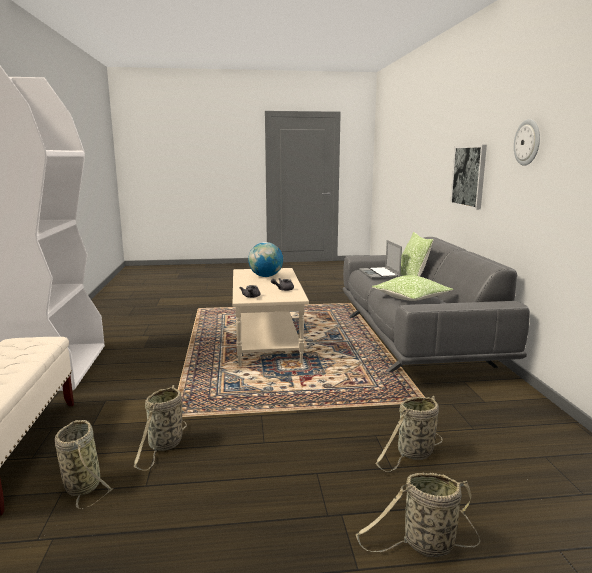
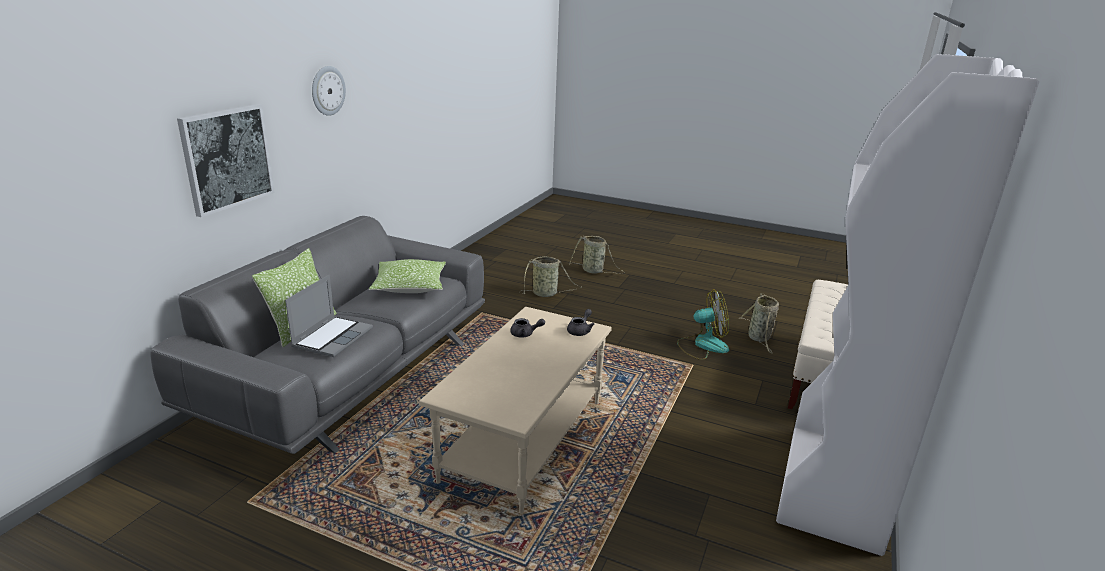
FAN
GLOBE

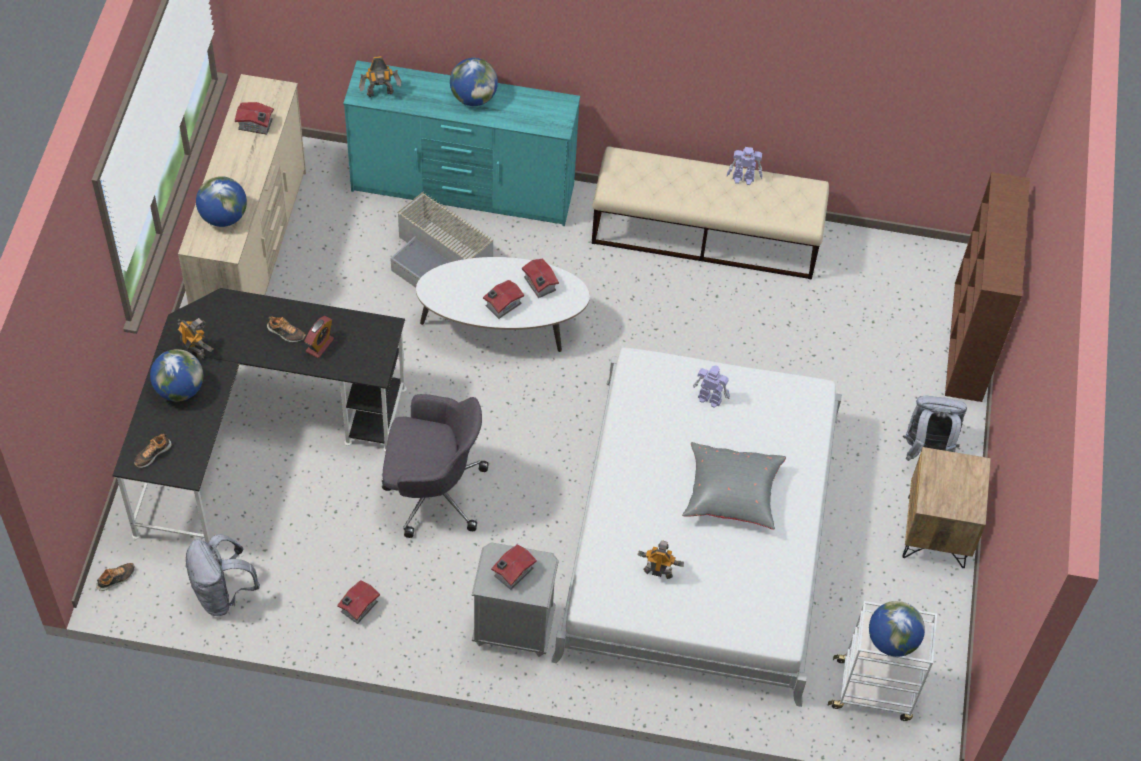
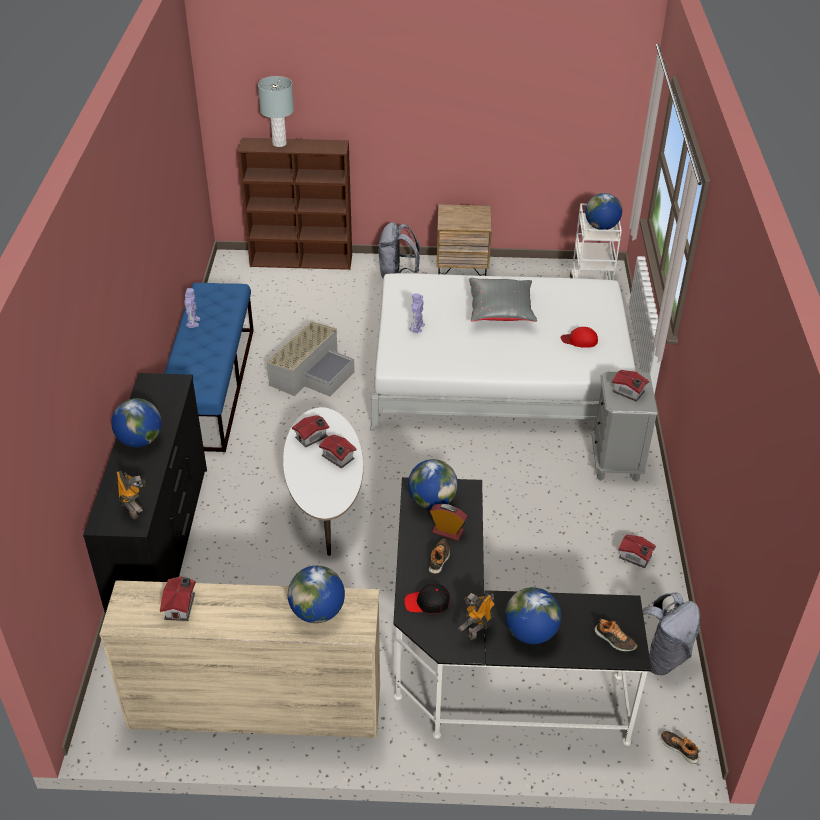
BLACK DRESSER
GREY OFFICE CHAIR
GREY STORAGE BOX
BLUE BENCH
RED CAP
GREY TABLE LAMP
BLACK CAP
GLOBE (no. 3 from left)

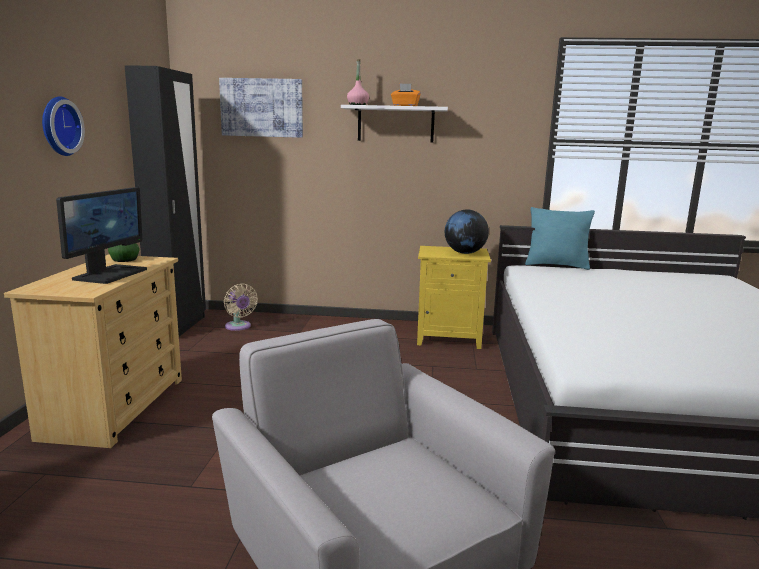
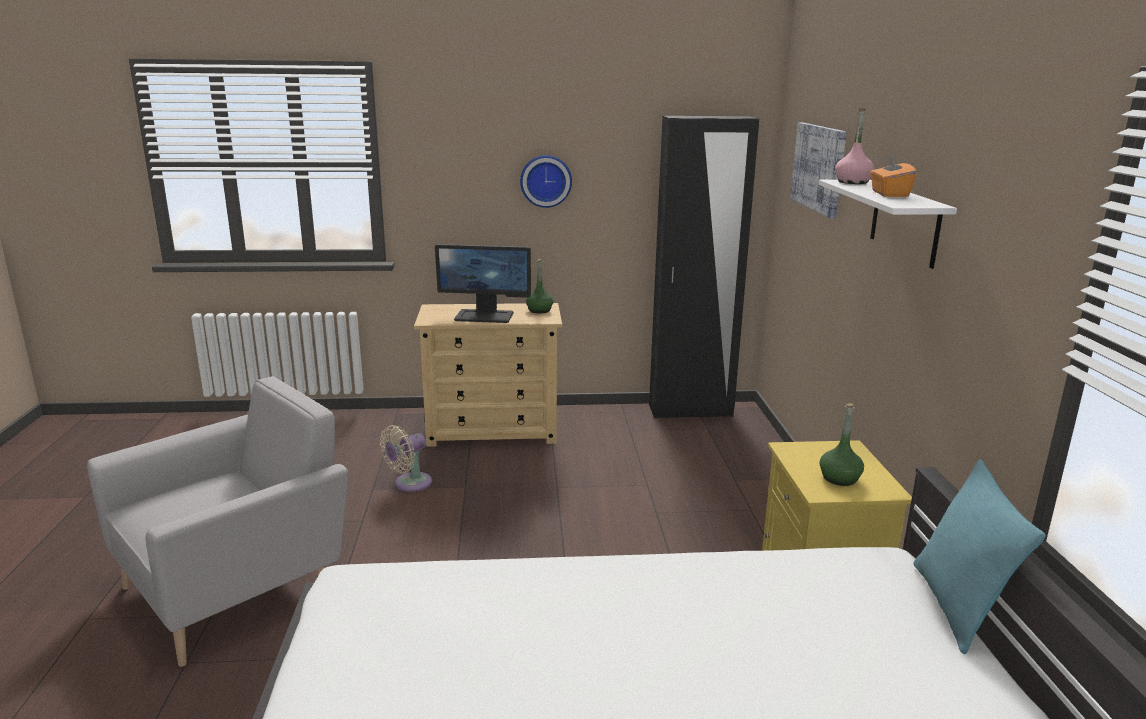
BEIGE FAN
GREEN BOTTLE (no. 2 from left)

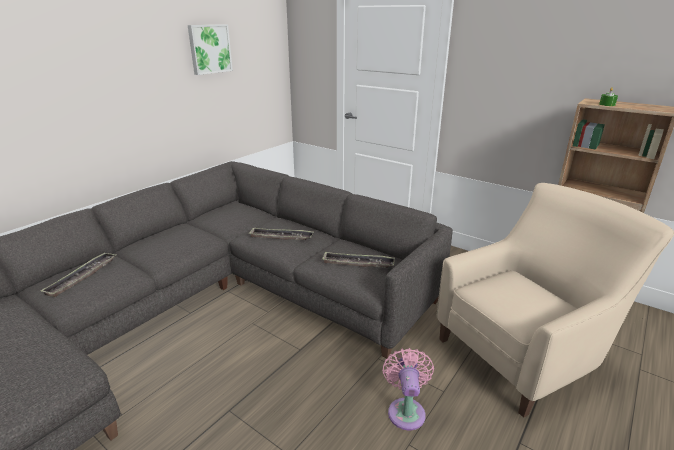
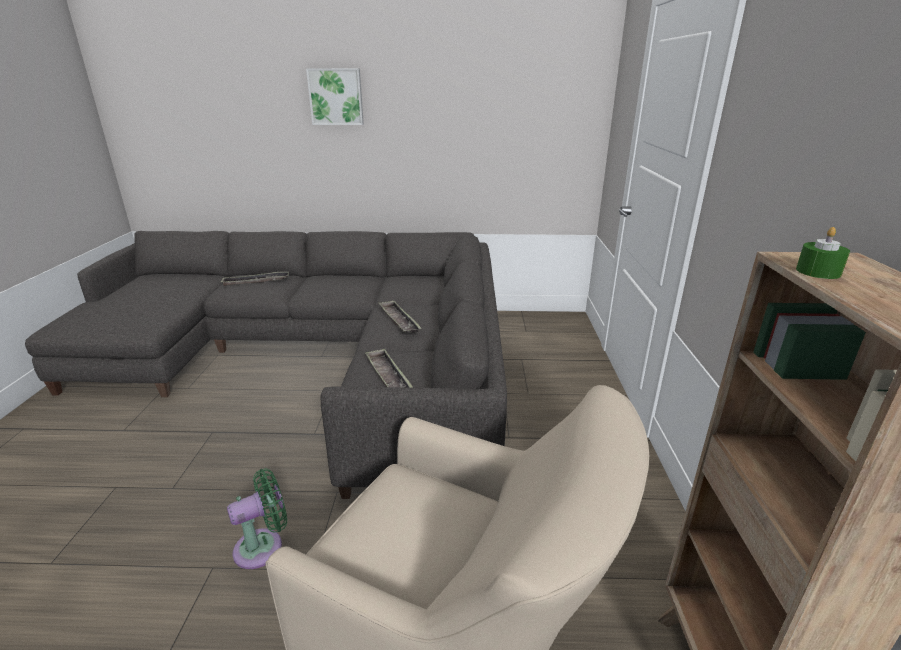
PICTURE
GREEN FAN

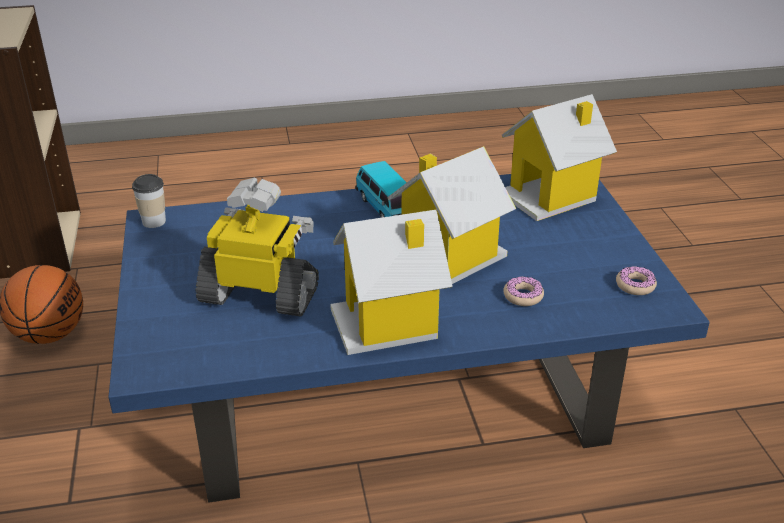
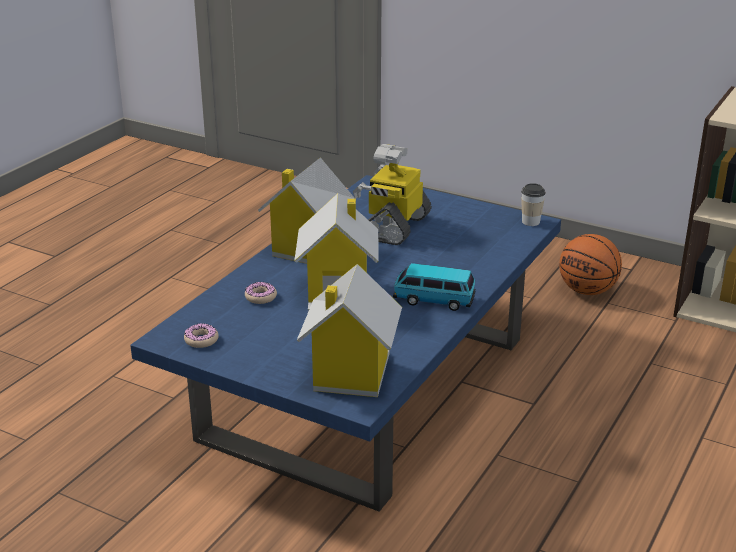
TOY ROBOT

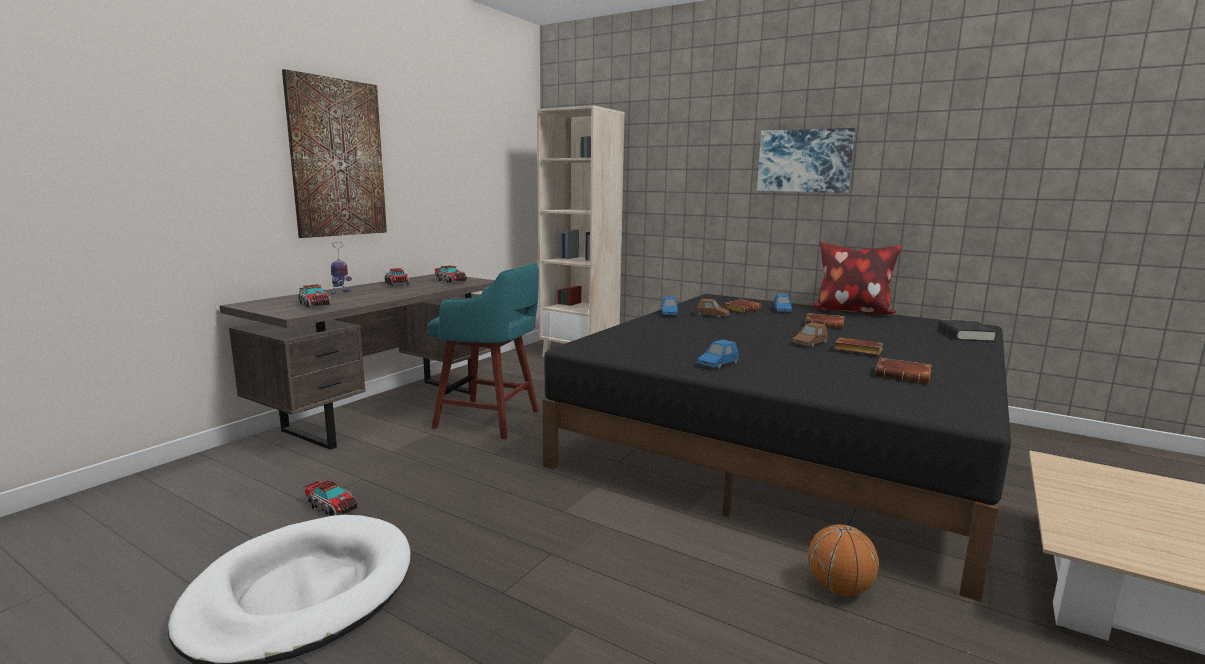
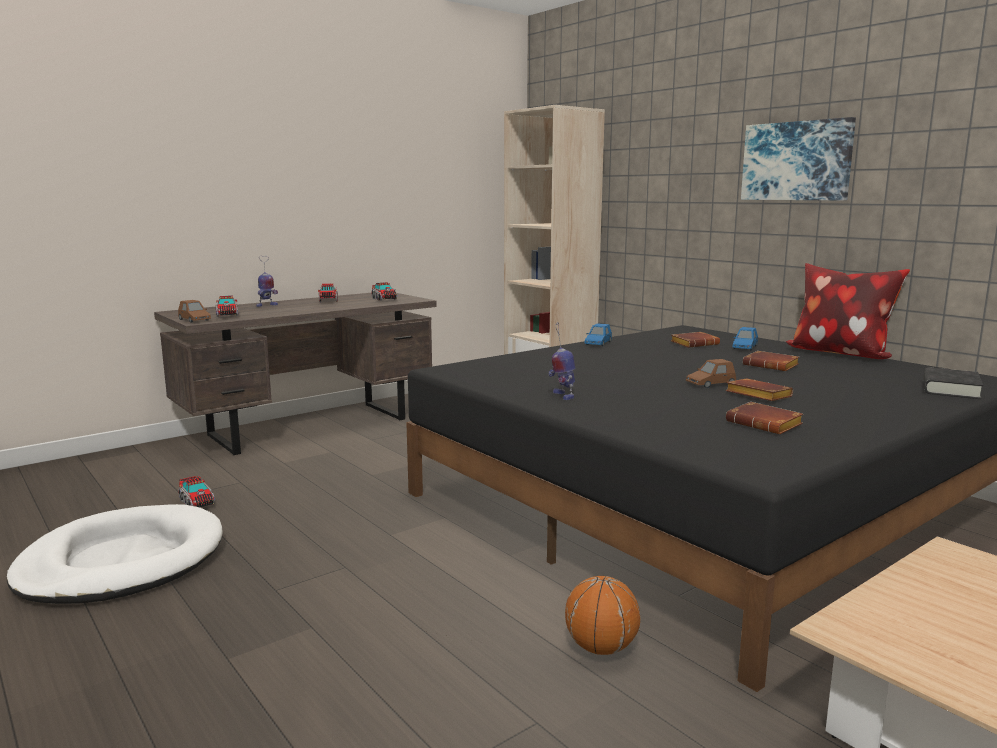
PICTURE (no. 1 from left in the first image)
TURQUOISE STOOL
BROWN TOY CAR (no. 1 from left)
TOY ROBOT (no. 2 from left)

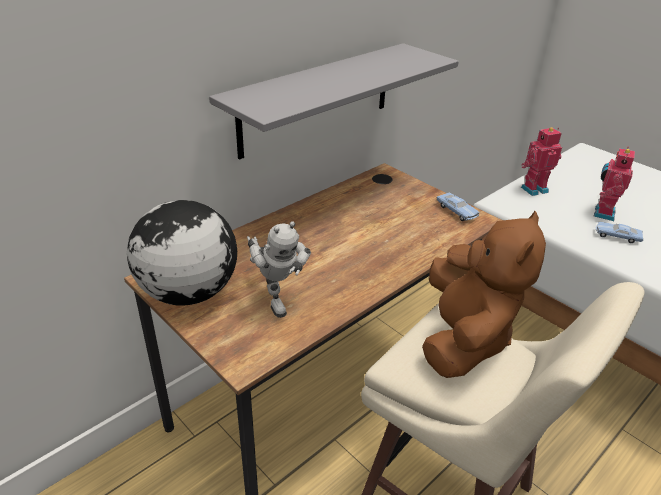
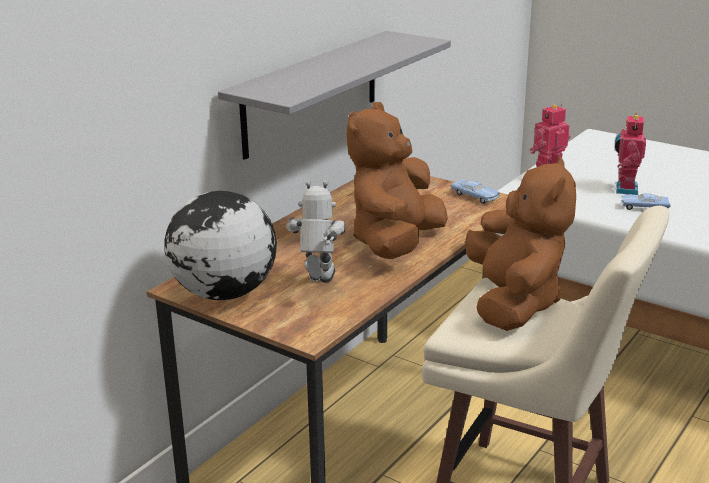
TOY ROBOT (no. 1 from left)
BROWN PLUSH TOY (no. 1 from left)

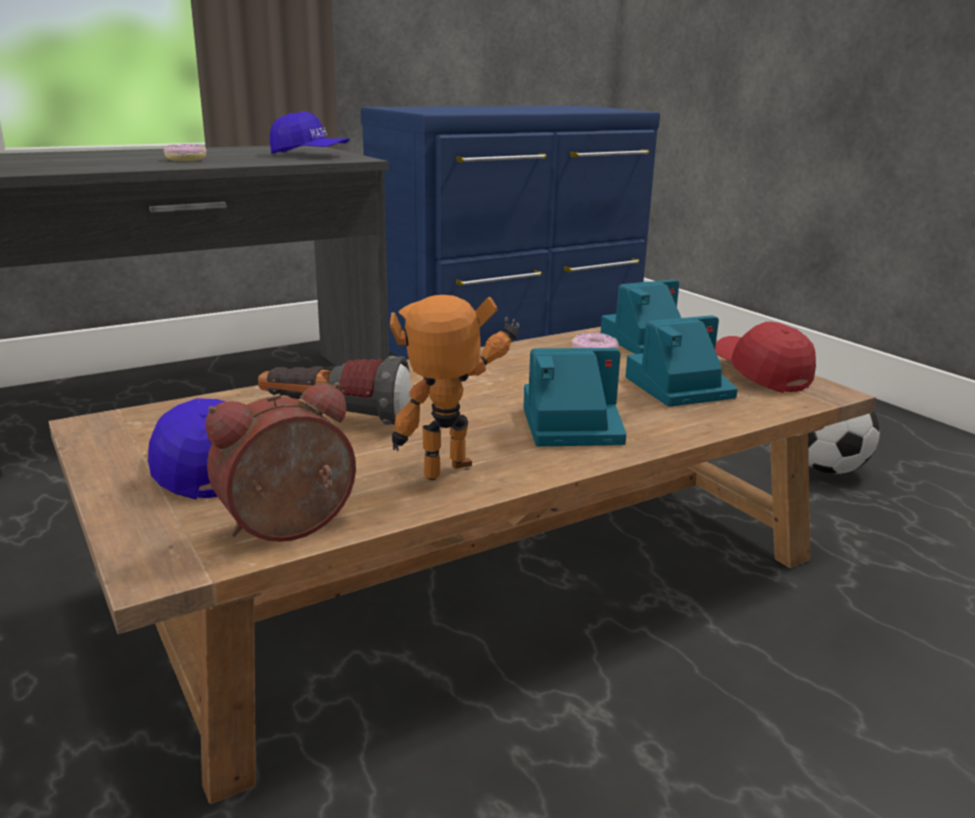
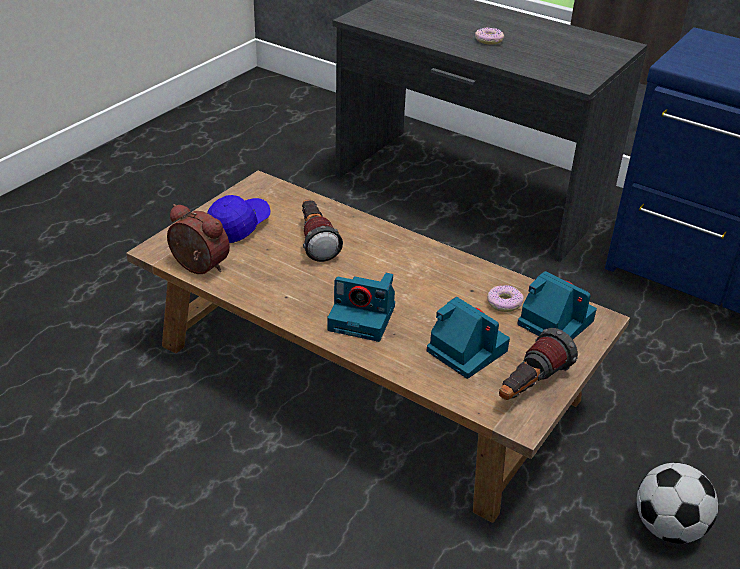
BLUE CAP (no. 2 from left in the first image)
TOY ROBOT
PHOTO CAMERA (no. 1 from left)
FLASHLIGHT (no. 2 from left)

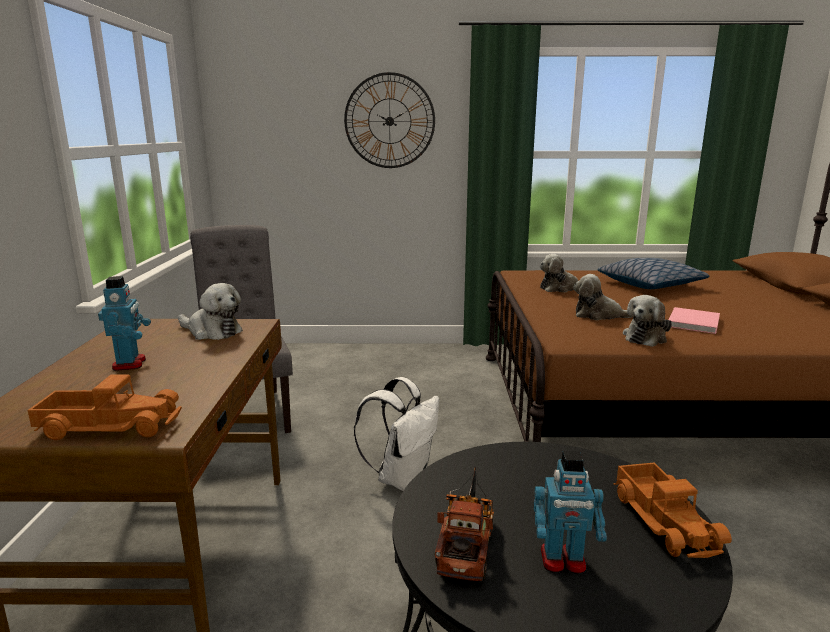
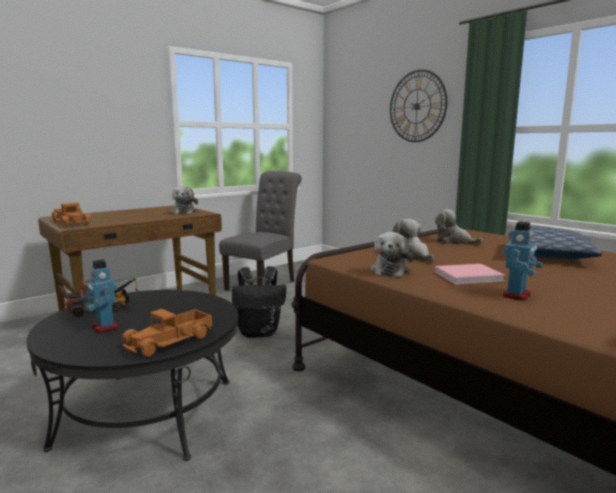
TOY ROBOT (no. 2 from left)
BLACK BACKPACK
PLUSH TOY (no. 2 from left)

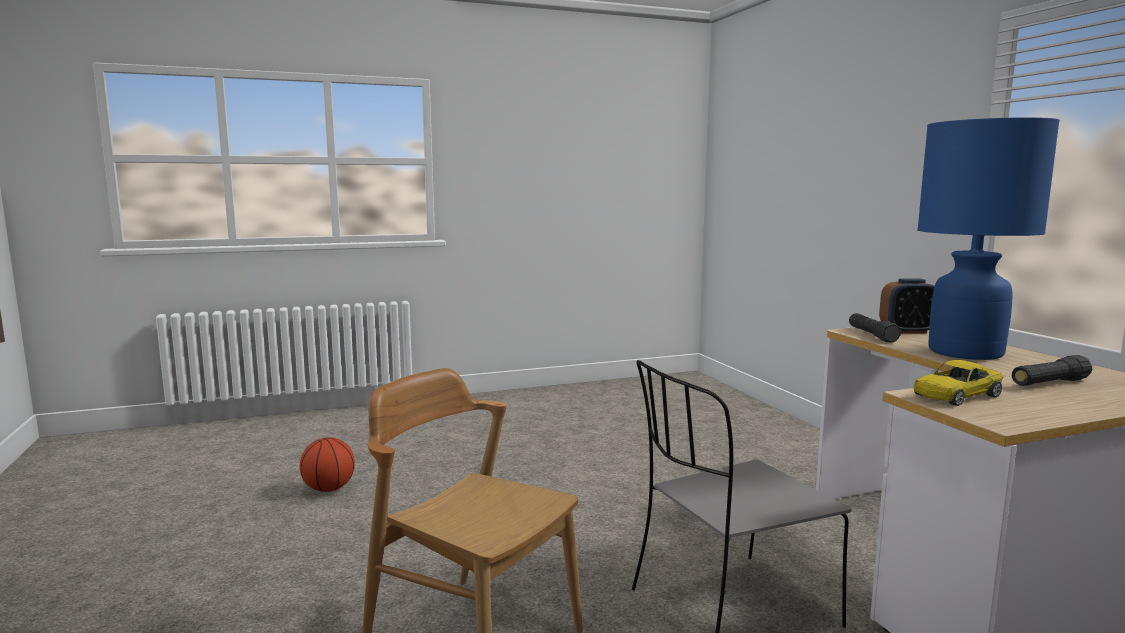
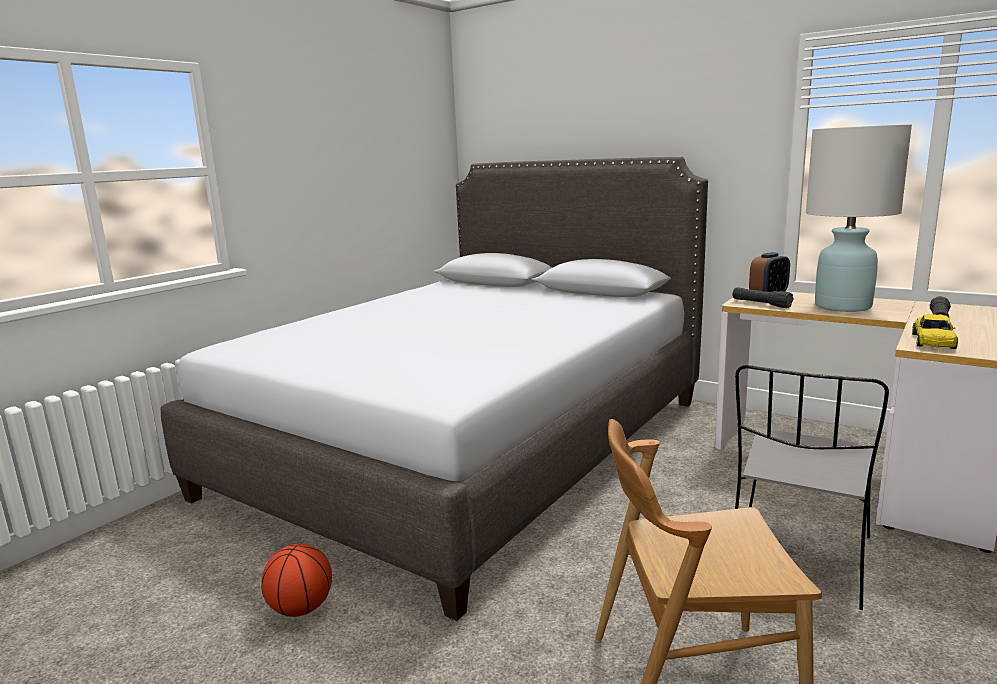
WHITE TABLE LAMP
GREY BED

